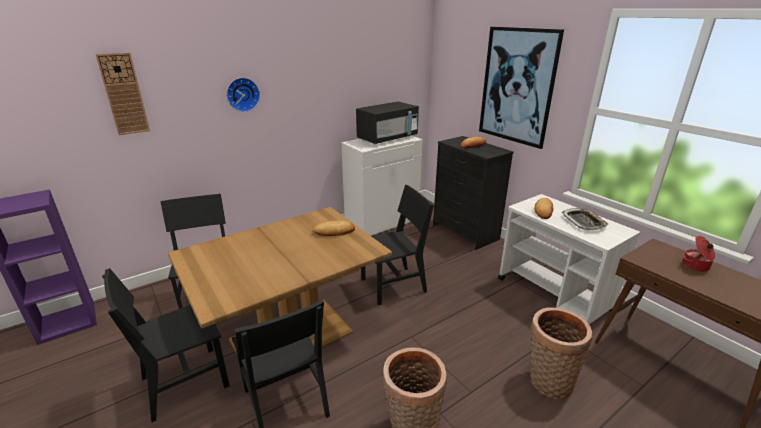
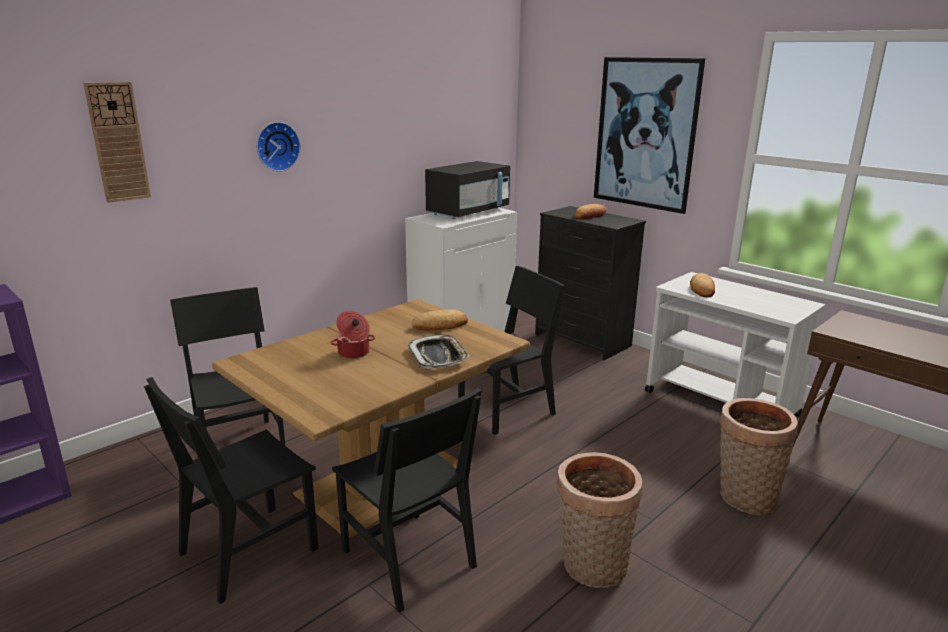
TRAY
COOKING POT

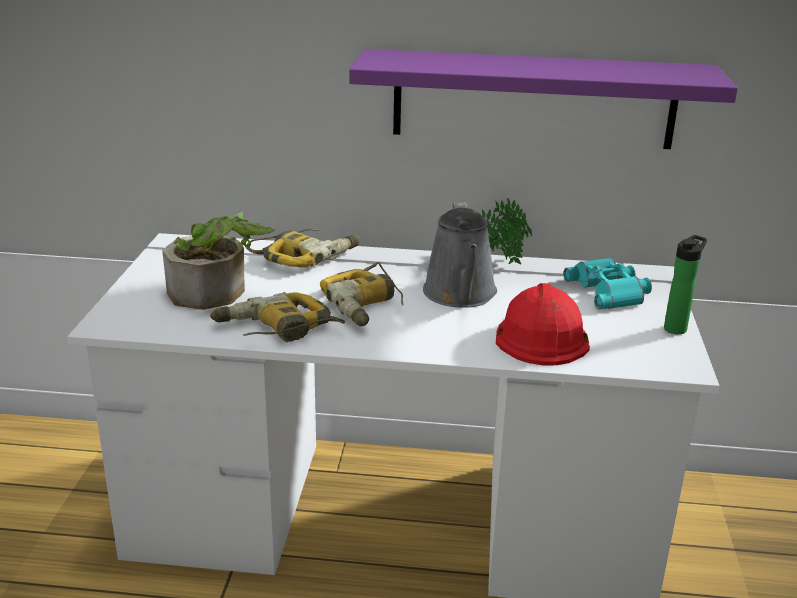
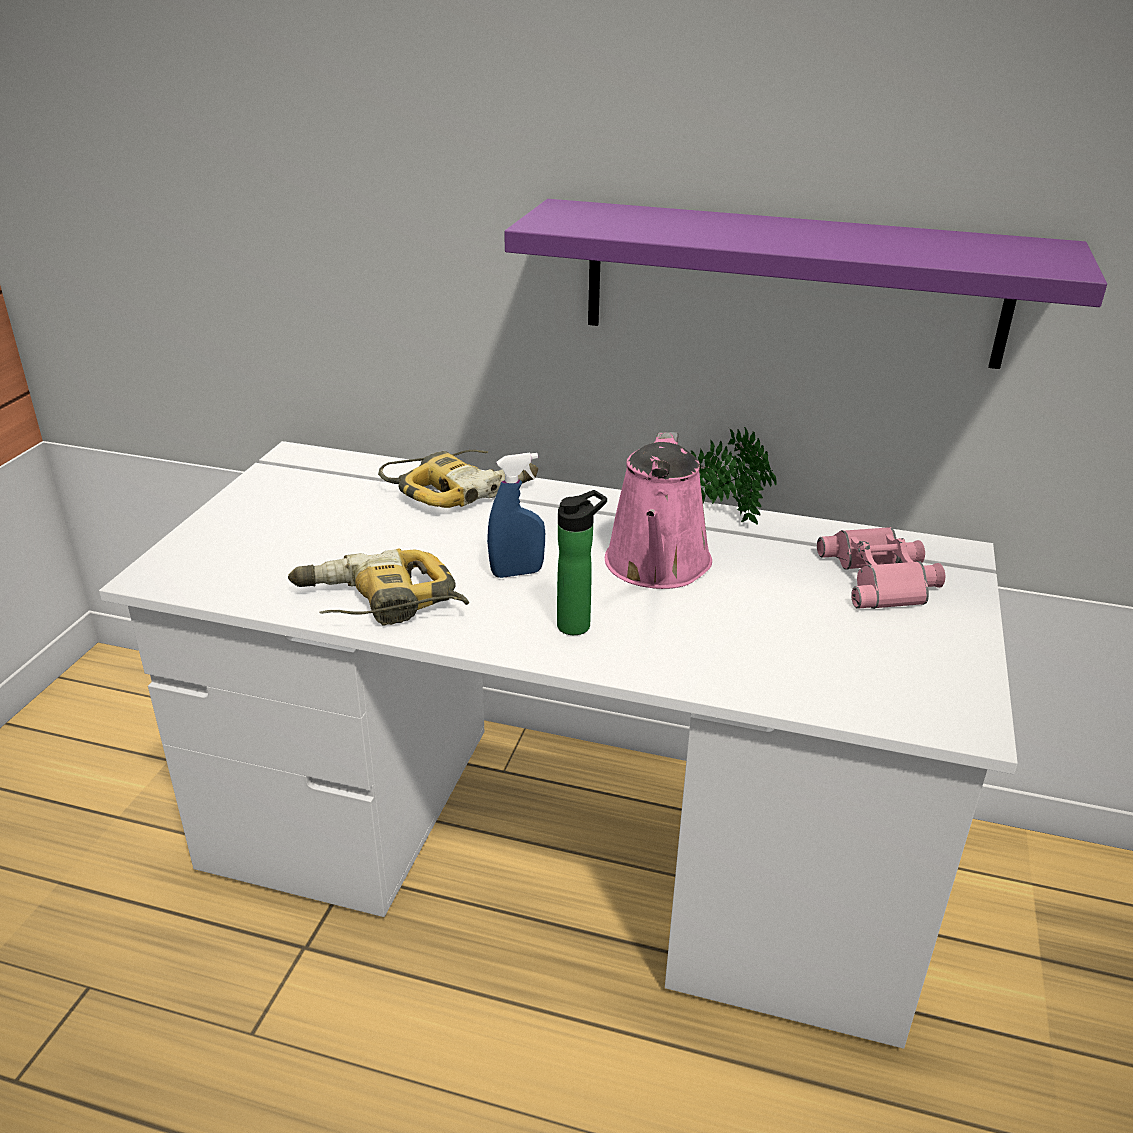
POTTED PLANT (no. 1 from left in the first image)
BLUE SPRAY BOTTLE
PINK WATERING CAN
RED HARD HAT
PINK BINOCULARS
BOTTLE

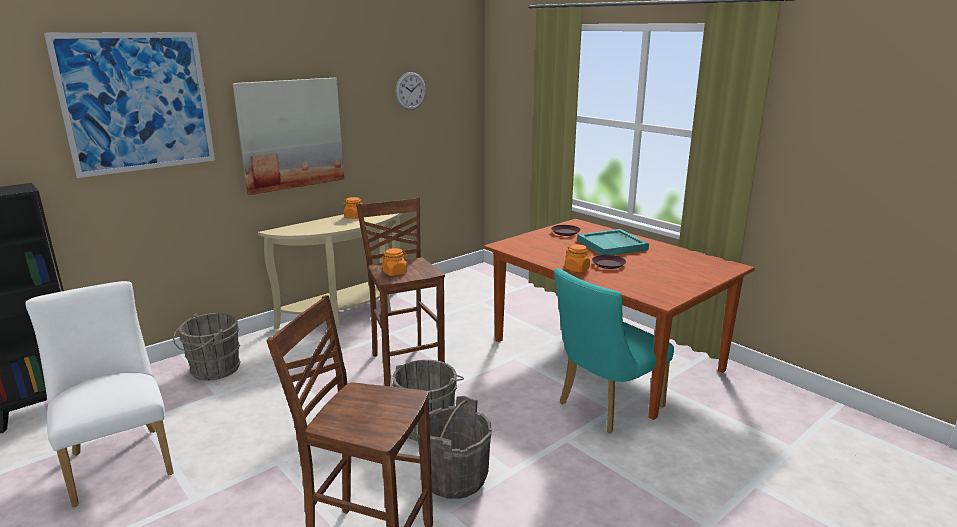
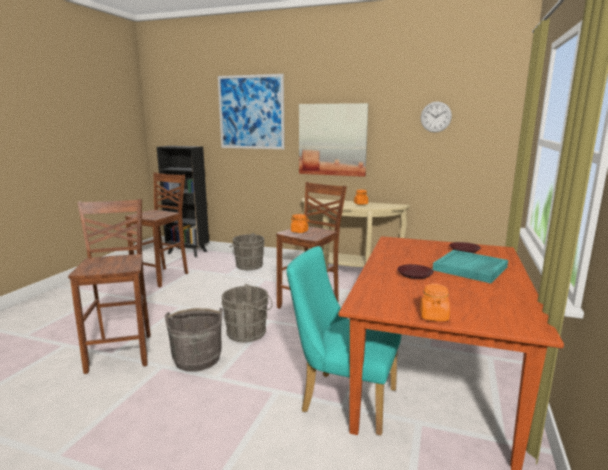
BROWN STOOL (no. 2 from left)
ORANGE JAR (no. 3 from left)

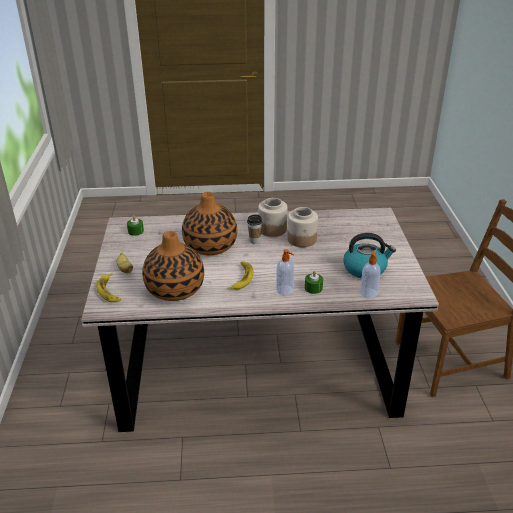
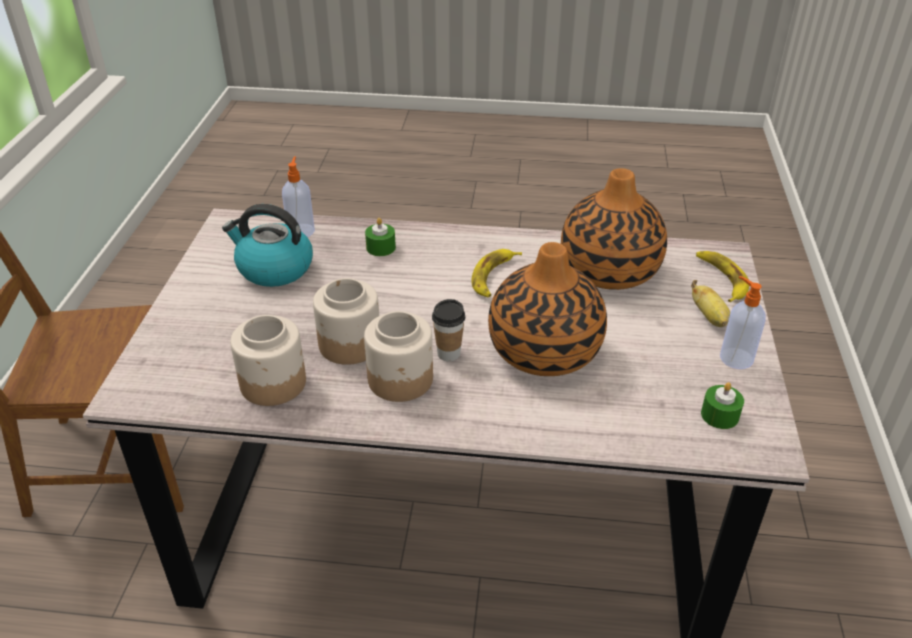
SOAP DISPENSER (no. 2 from left)
JAR (no. 1 from left)

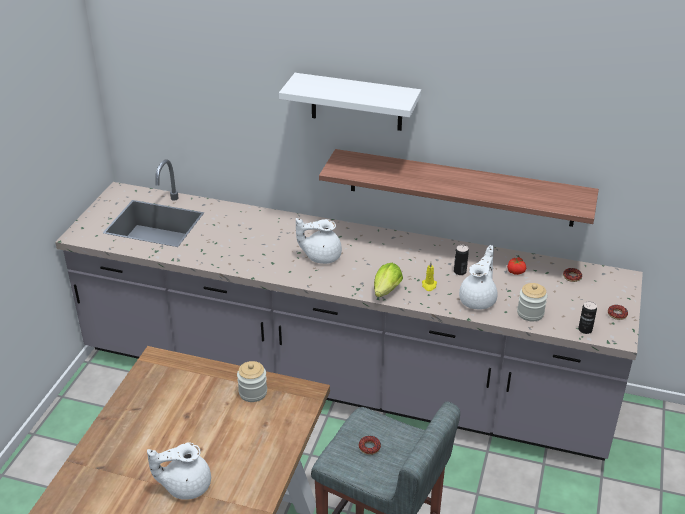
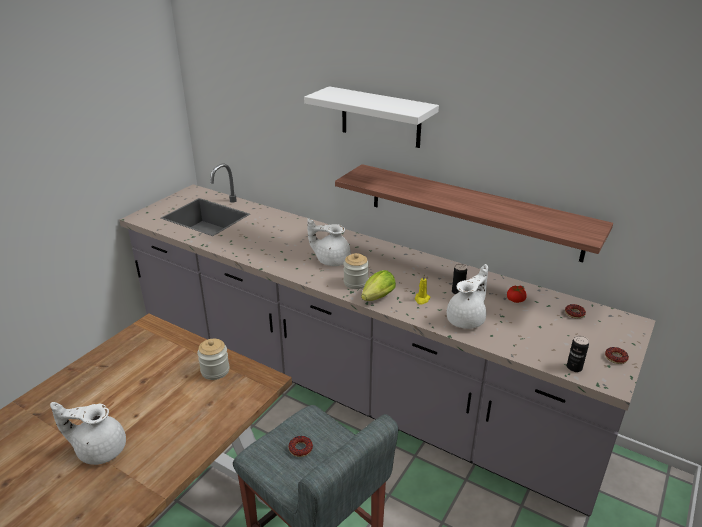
JAR (no. 2 from left)

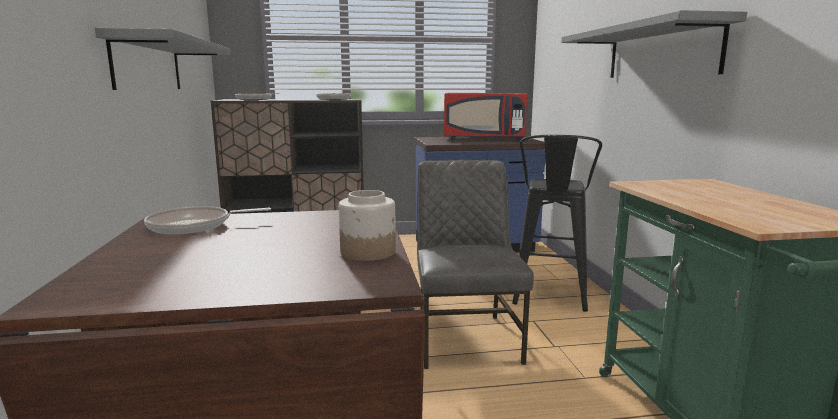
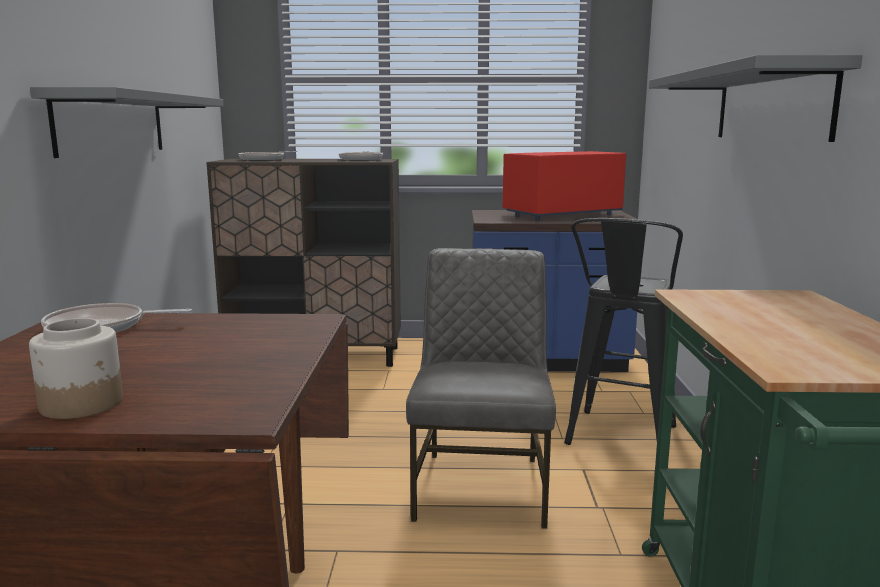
JAR
RED MICROWAVE

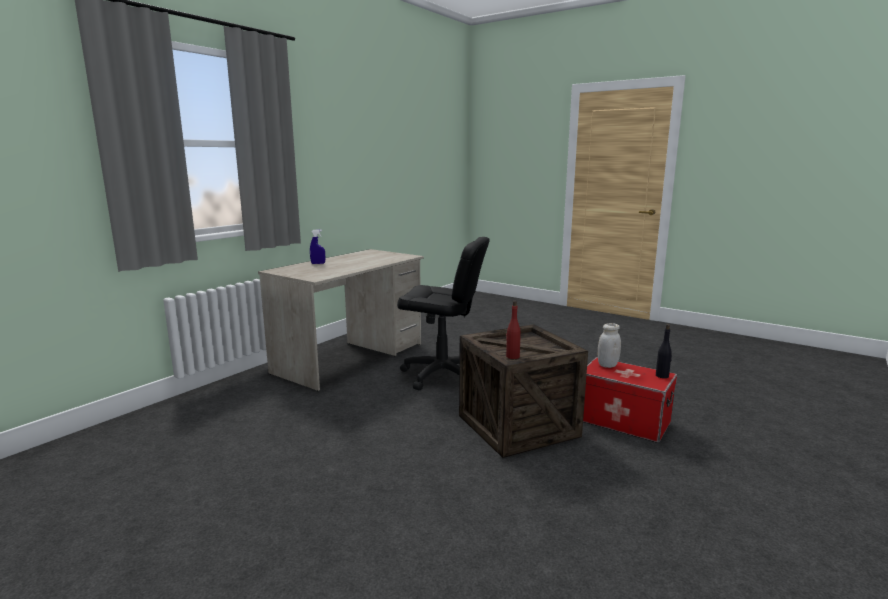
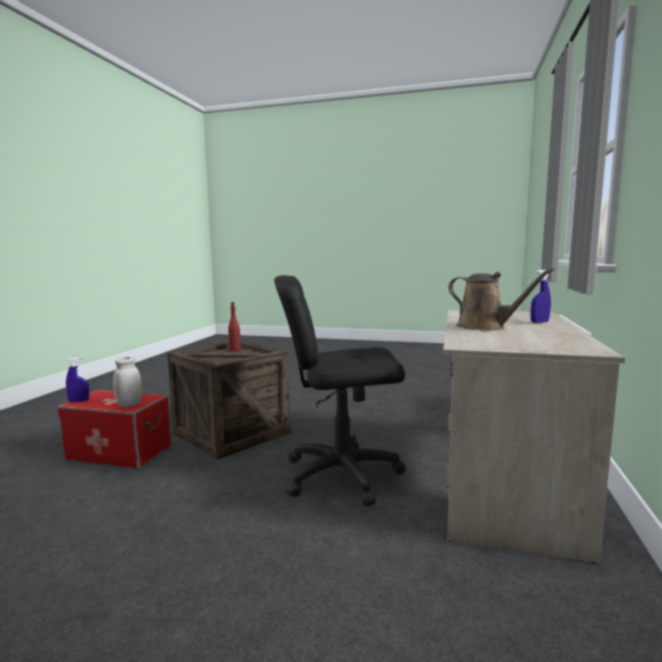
BLUE SPRAY BOTTLE (no. 1 from left)
BROWN WATERING CAN

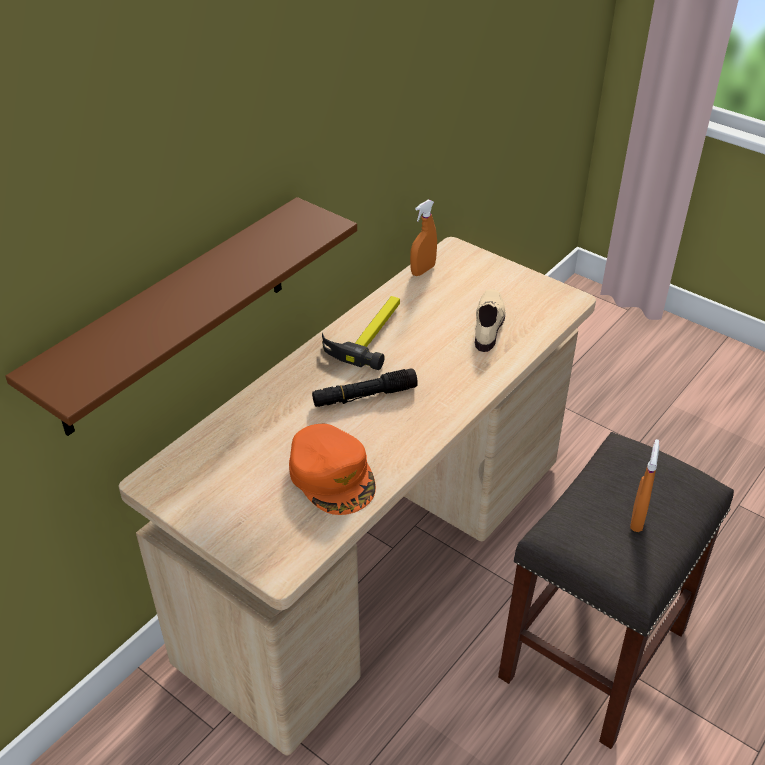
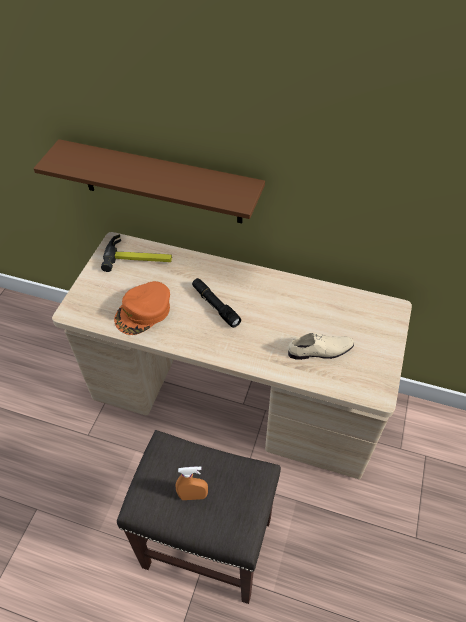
HAMMER
ORANGE SPRAY BOTTLE (no. 1 from left in the first image)

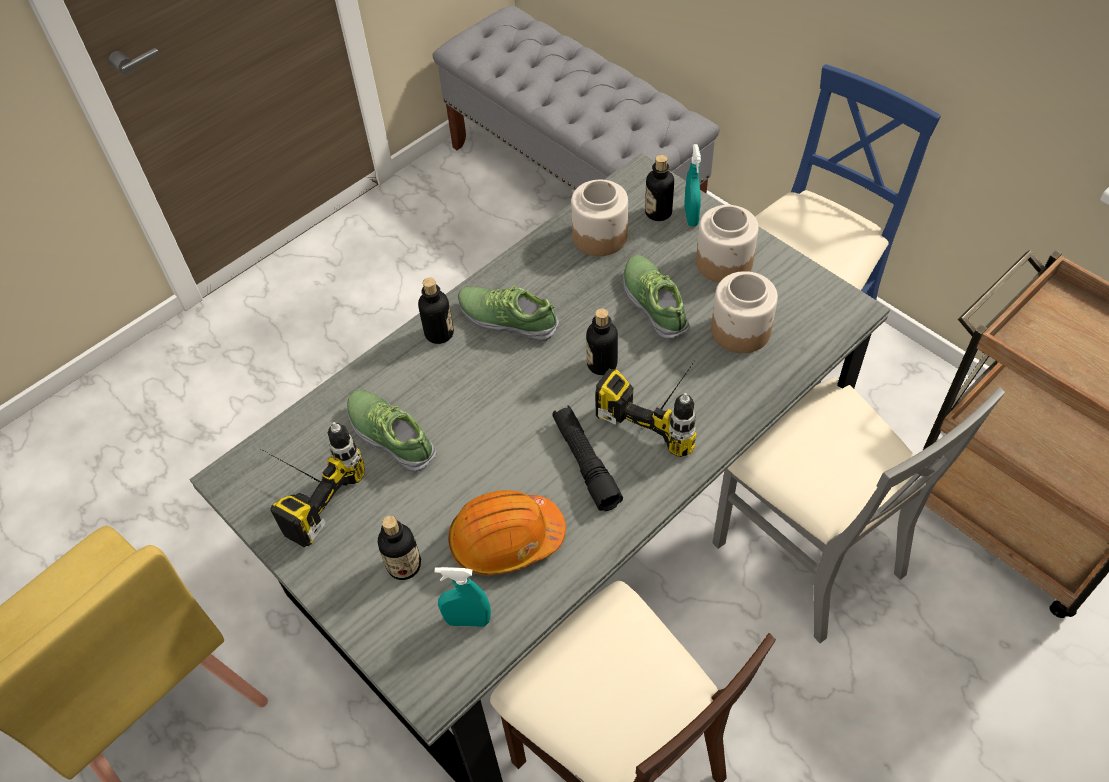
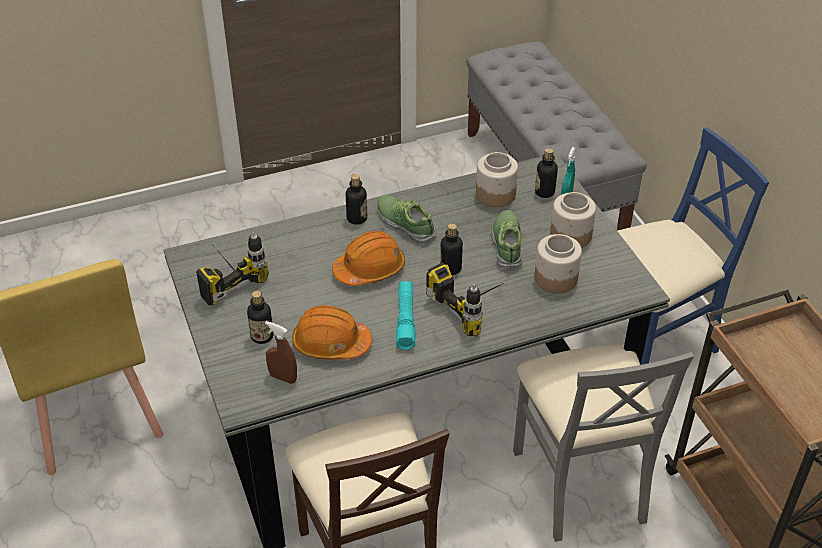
SHOE (no. 1 from left in the first image)
BROWN SPRAY BOTTLE
TURQUOISE FLASHLIGHT
ORANGE HARD HAT (no. 2 from left)

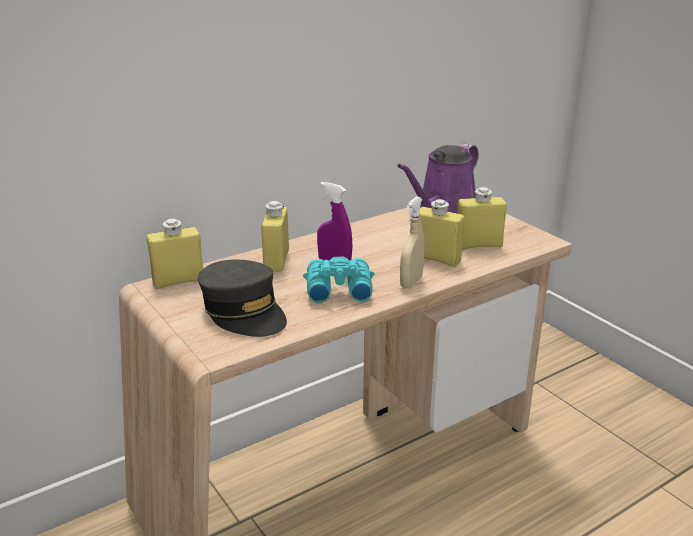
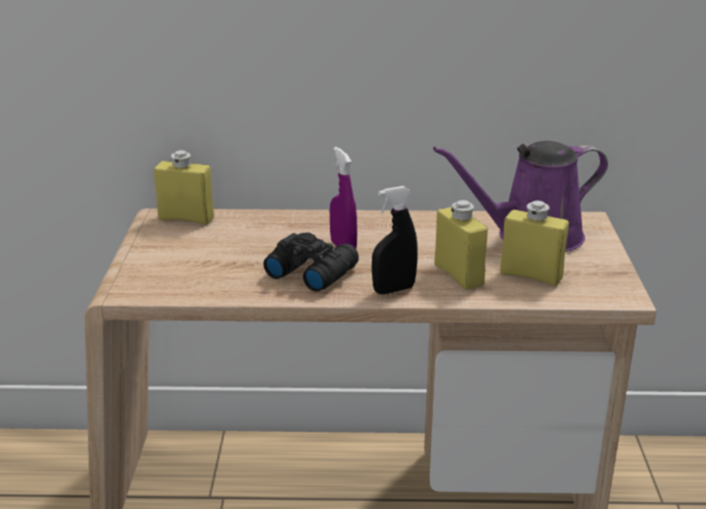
GREY CAP
YELLOW BOTTLE (no. 2 from left in the first image)
BLACK BINOCULARS
BLACK SPRAY BOTTLE

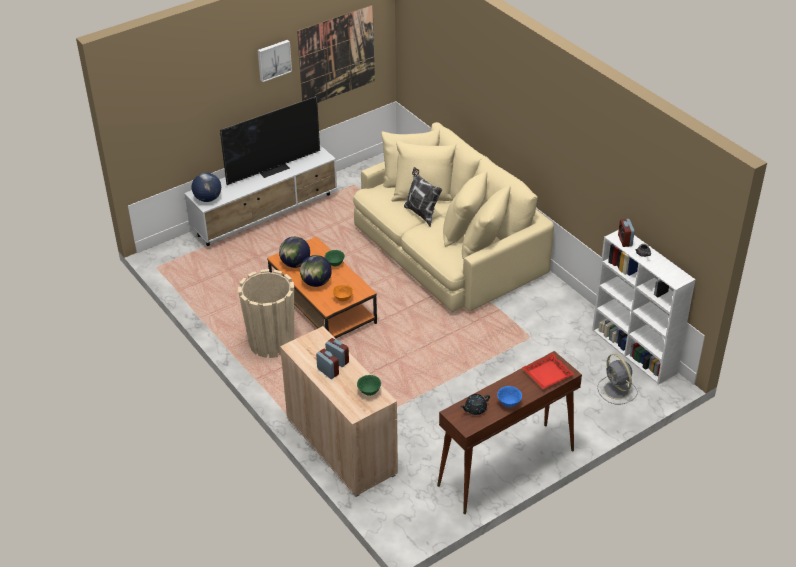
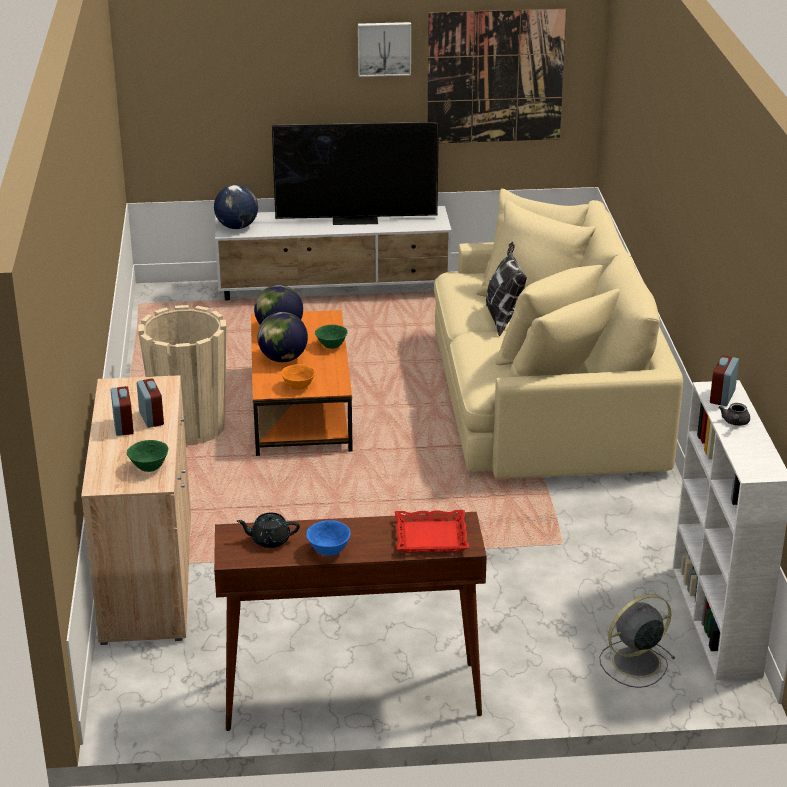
GREY FAN

